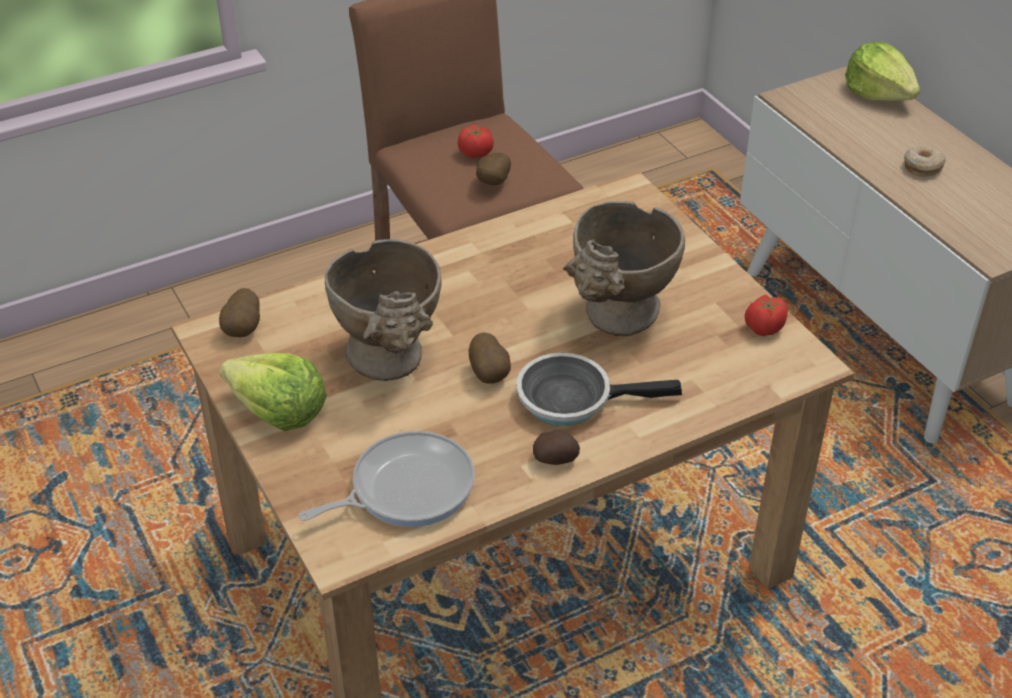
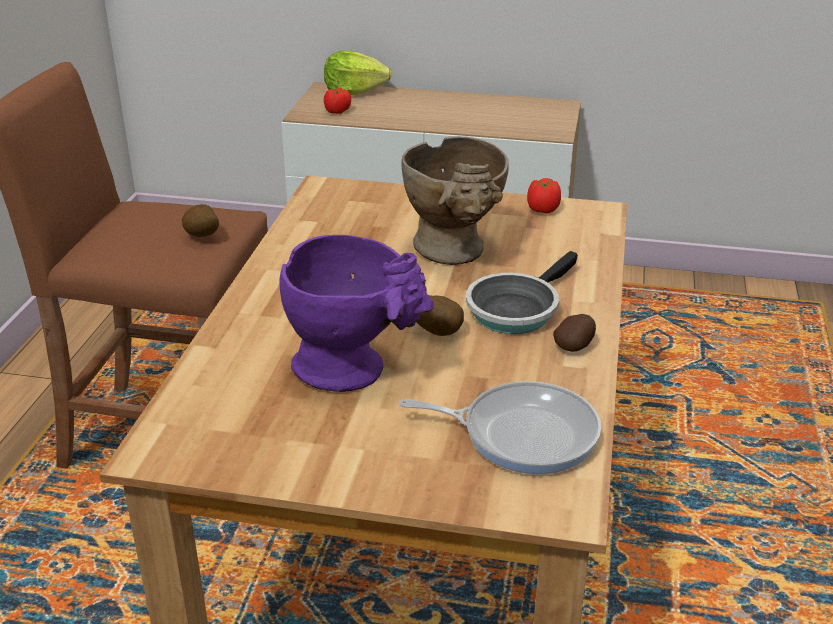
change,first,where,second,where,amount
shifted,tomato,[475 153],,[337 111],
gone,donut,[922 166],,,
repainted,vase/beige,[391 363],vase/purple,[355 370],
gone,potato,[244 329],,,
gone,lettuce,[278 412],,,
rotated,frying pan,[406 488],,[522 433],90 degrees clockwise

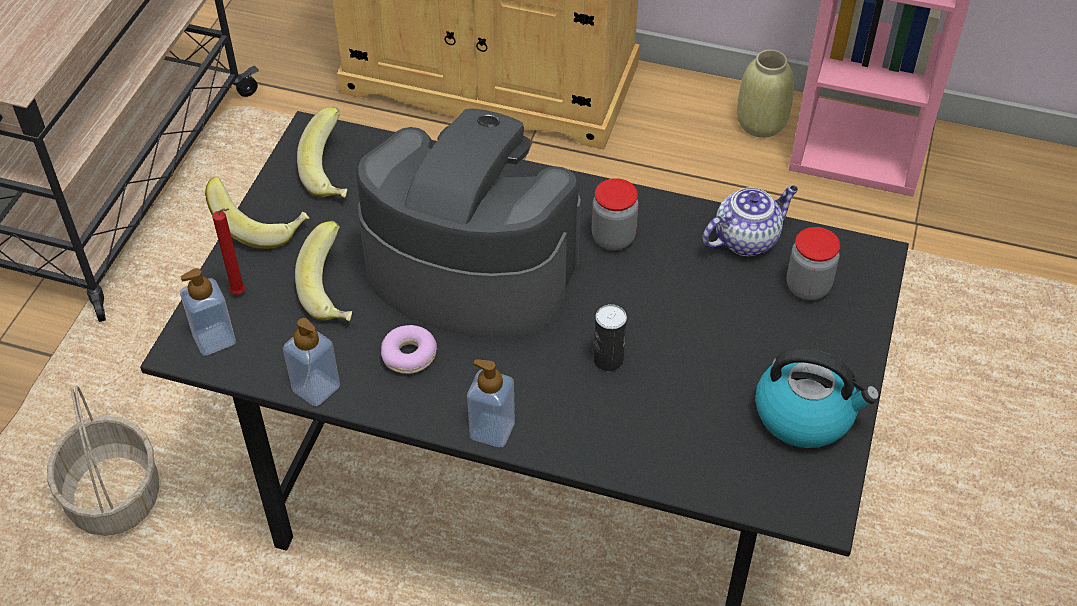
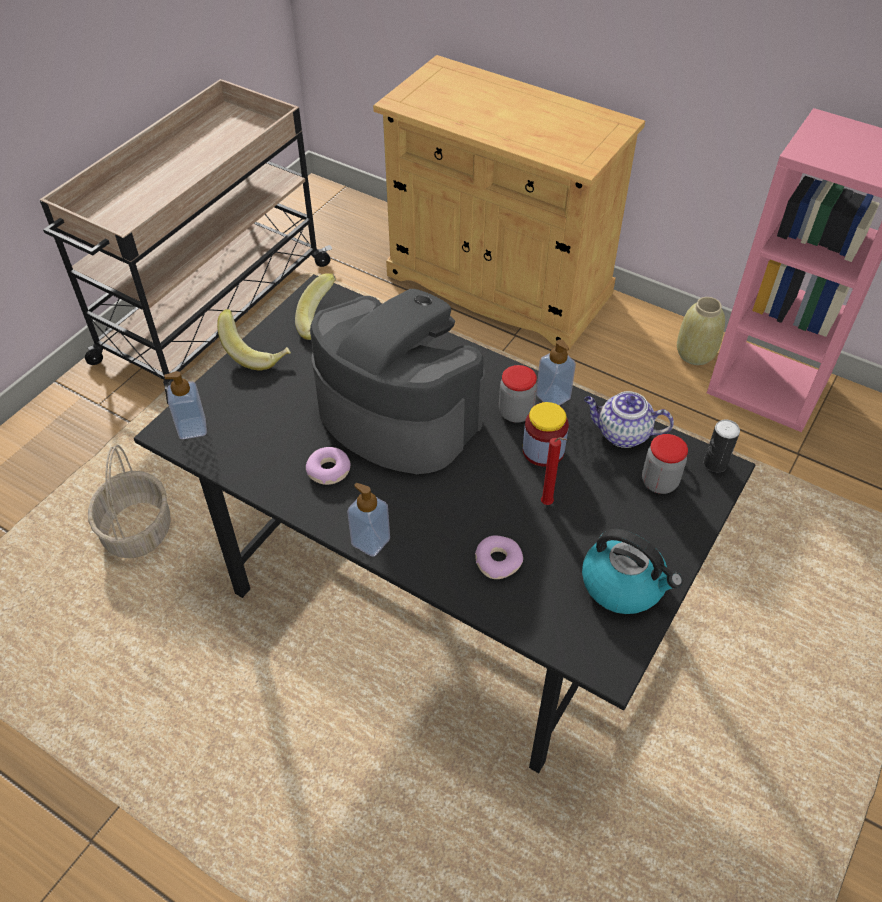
change,first,where,second,where,amount
rotated,teapot,[747 239],,[622 434],150 degrees counterclockwise
shifted,candle/red,[240 294],,[548 504],
gone,banana,[335 292],,,
shifted,can,[608 359],,[715 463],
shifted,soap dispenser,[316 388],,[553 397],
new,,,jar,[543 450],
new,,,donut,[498 561],

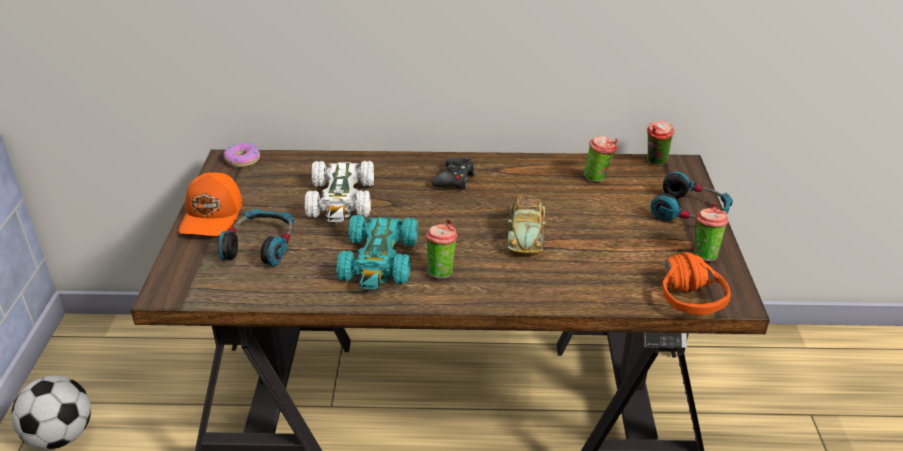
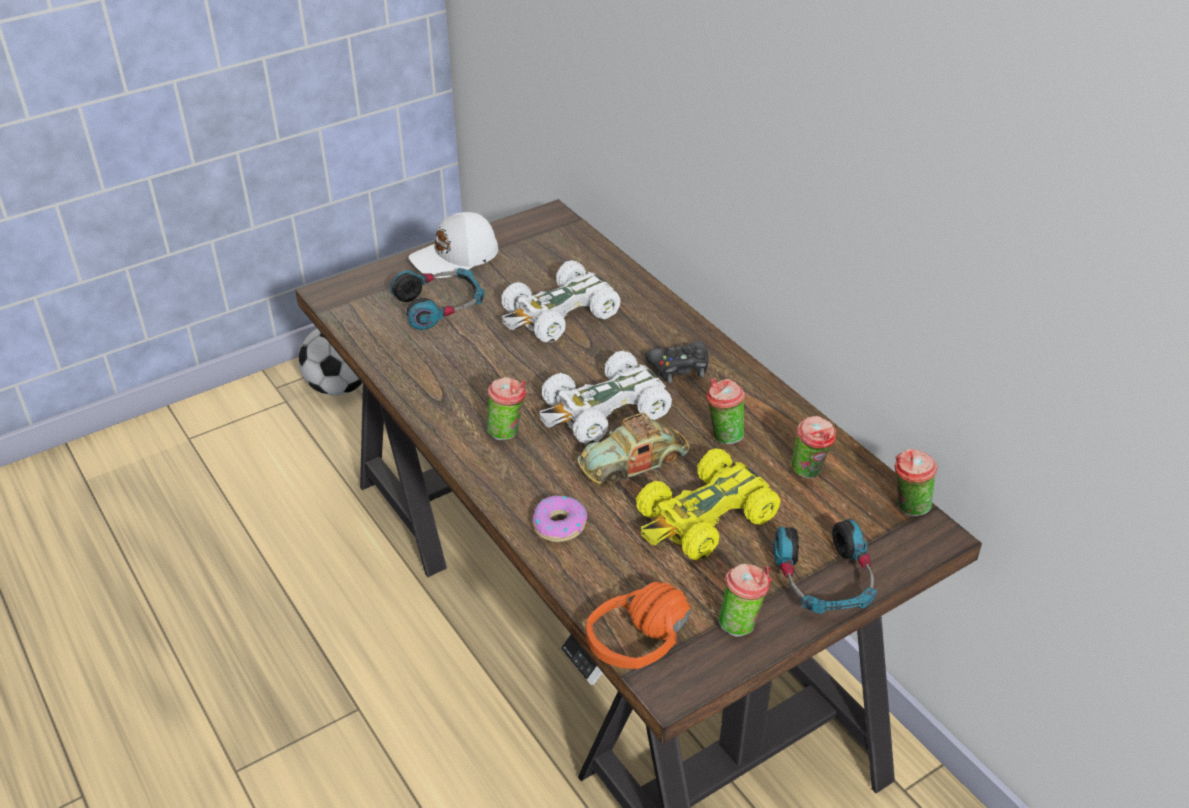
change,first,where,second,where,amount
shifted,donut,[242 160],,[559 525],
repainted,cap/orange,[213 216],cap/white,[456 258],
gone,toy car/turquoise,[379 261],,,
new,,,toy car/white,[604 411],
new,,,cup,[722 436],
new,,,toy car/yellow,[705 517],

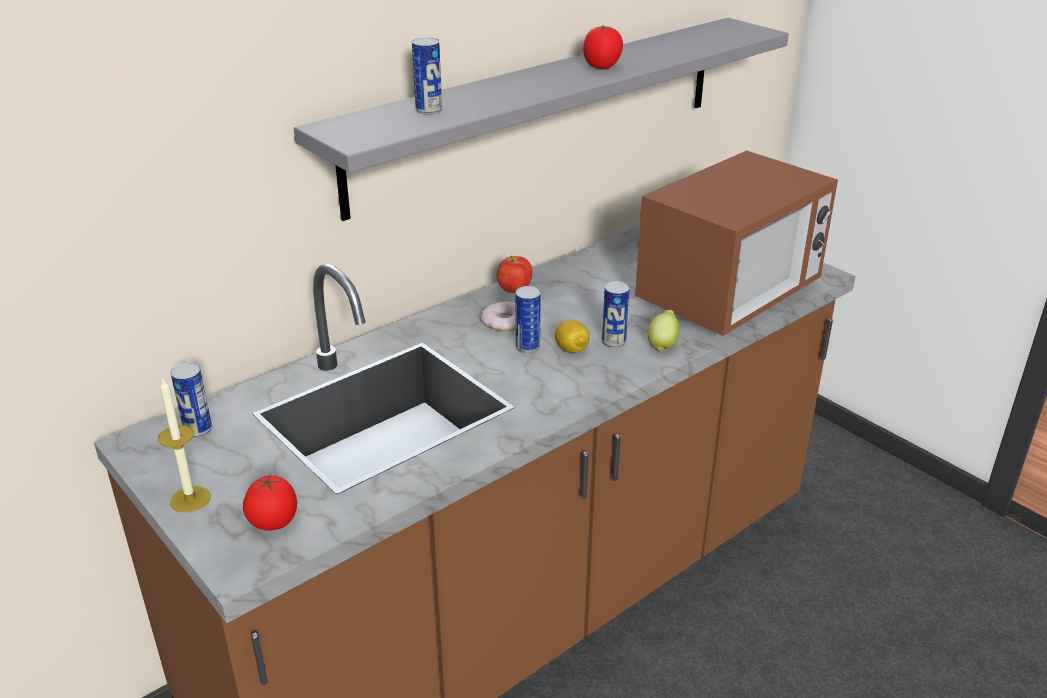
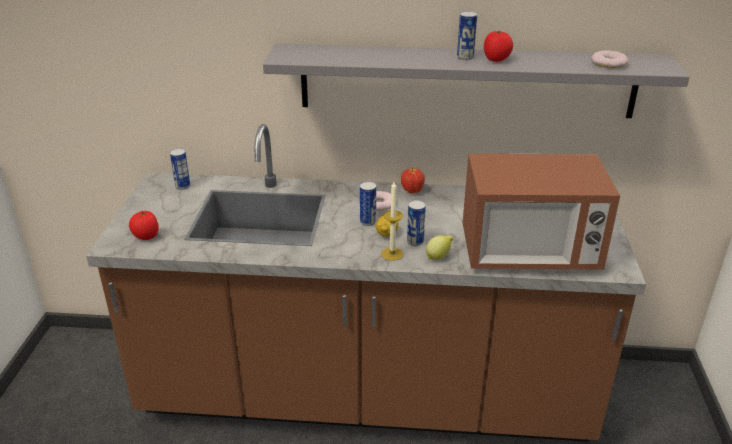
change,first,where,second,where,amount
shifted,can,[429 110],,[465 57],
shifted,candle,[190 499],,[392 254],
new,,,donut,[608 63],

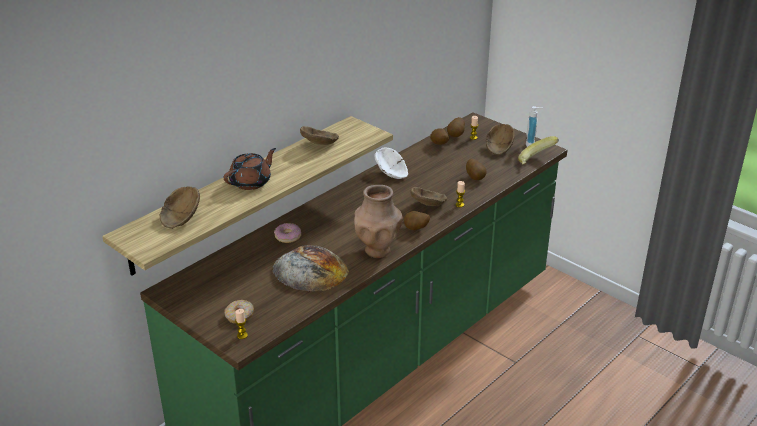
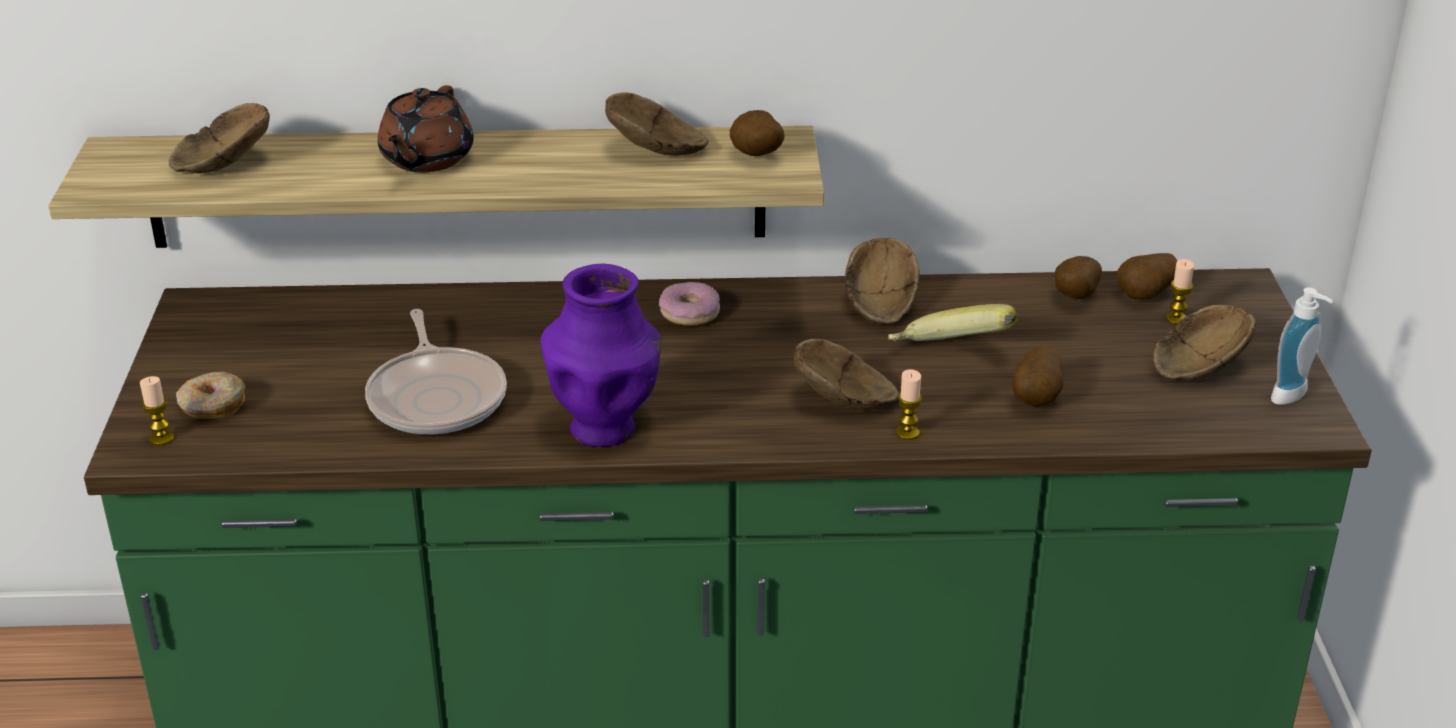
change,first,where,second,where,amount
shifted,banana,[536 162],,[949 354],
rotated,teapot/brown,[251 182],,[426 159],105 degrees clockwise
repainted,bowl/white,[391 173],bowl/brown,[879 305],
repainted,vase/brown,[377 250],vase/purple,[604 428],
shifted,potato,[416 229],,[755 156],
shifted,donut,[288 236],,[690 312],
swapped,bread,[310 270],frying pan,[437 397],

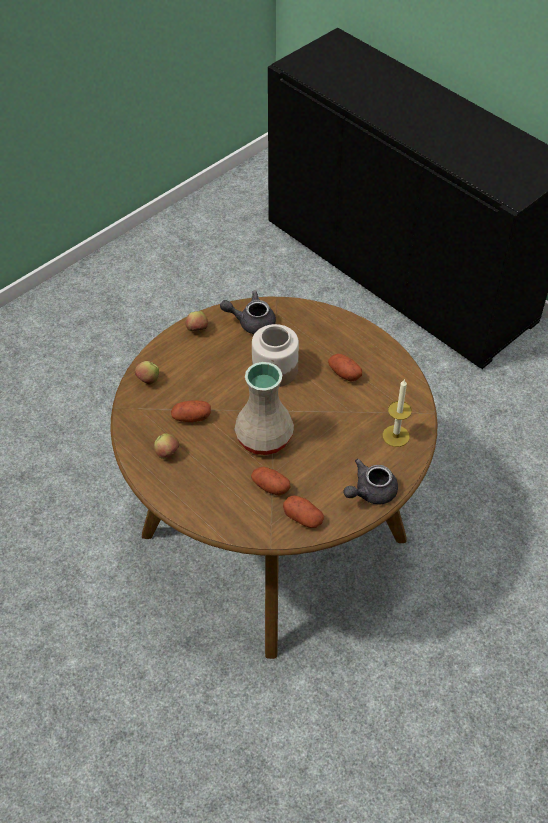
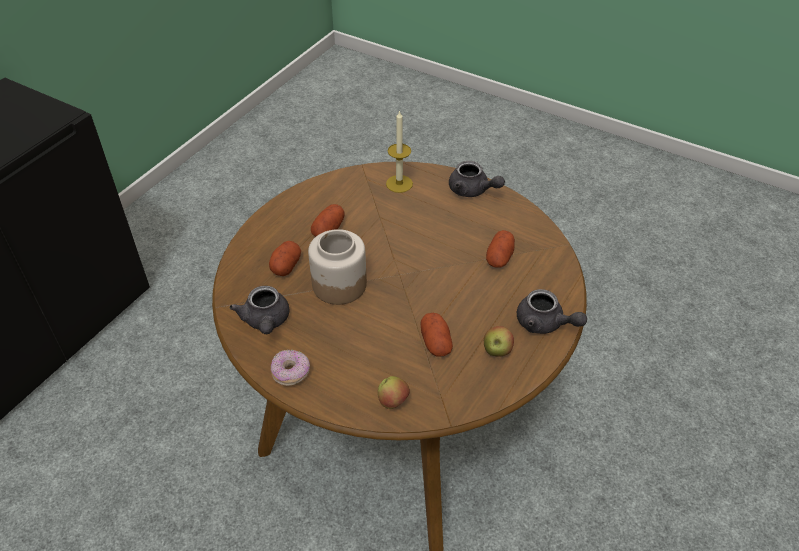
change,first,where,second,where,amount
swapped,apple,[197 330],donut,[291 373],
gone,vase/beige,[265 437],,,
shifted,potato,[303 517],,[286 265],
new,,,teapot/grey,[545 324],

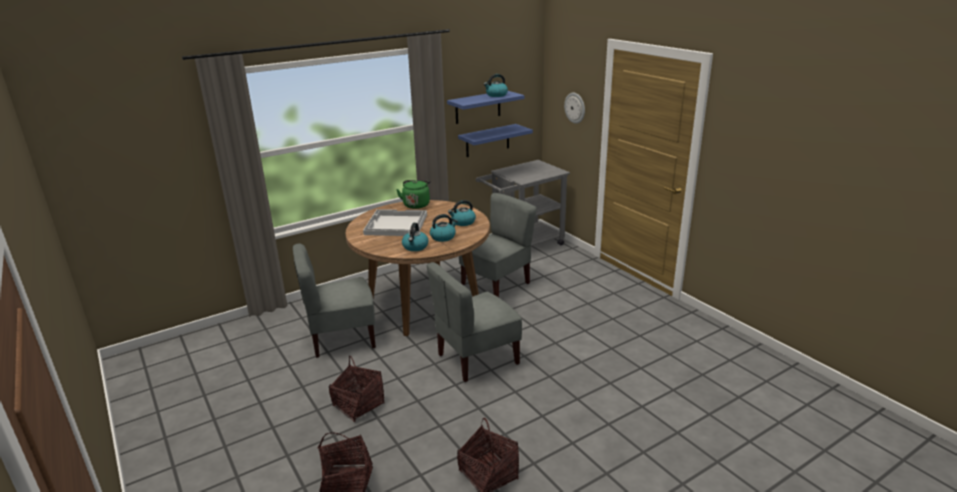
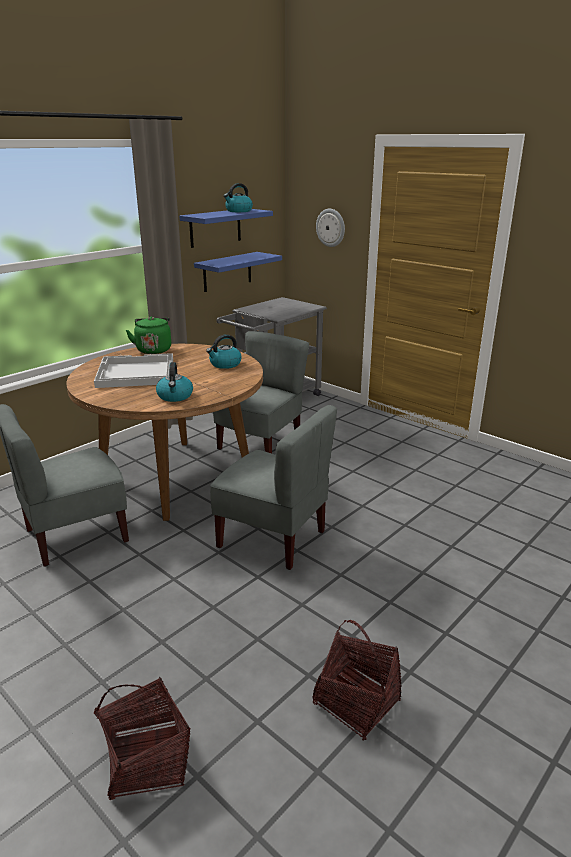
change,first,where,second,where,amount
gone,kettle,[443 237],,,
rotated,chair/grey,[477 359],,[273 538],105 degrees counterclockwise
gone,basket,[358 405],,,

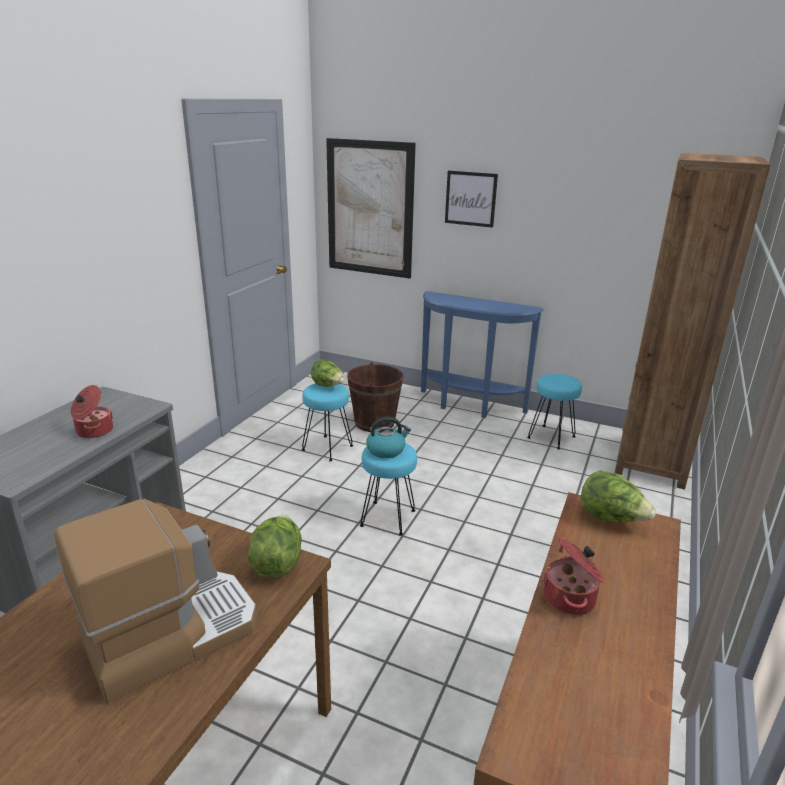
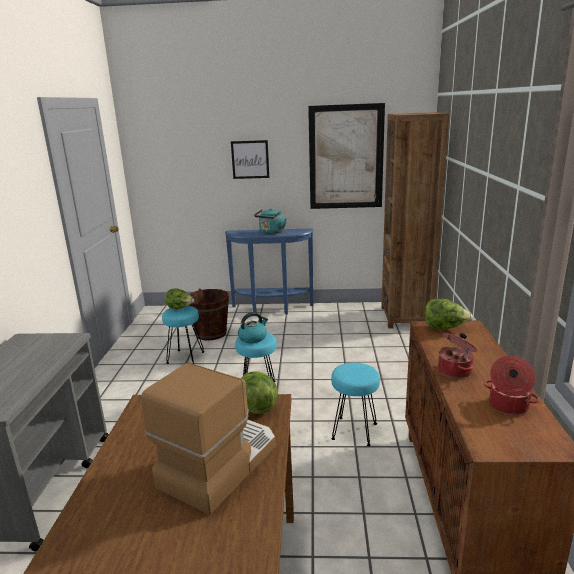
change,first,where,second,where,amount
shifted,picture,[369 209],,[346 157],
shifted,stool/turquoise,[551 437],,[354 431],
shifted,cooking pot,[93 431],,[508 406],
new,,,kettle/turquoise,[271 233],

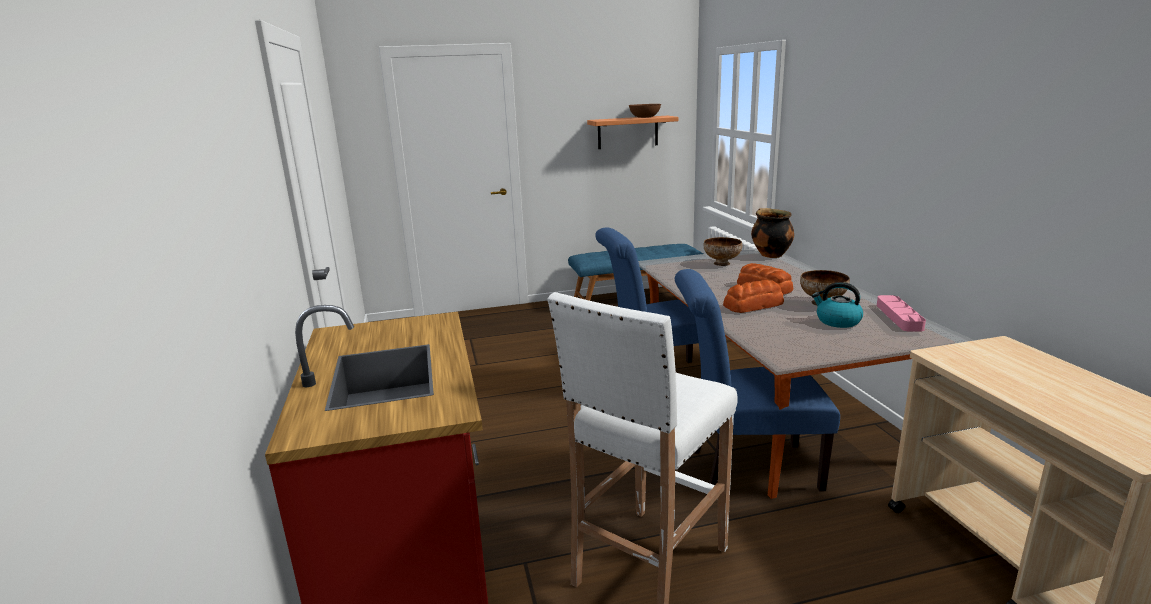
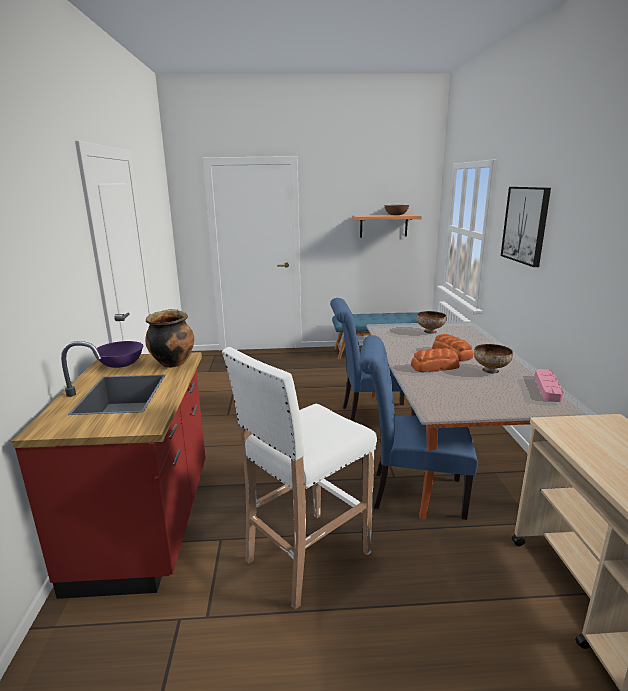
change,first,where,second,where,amount
shifted,cooking pot,[770 255],,[172 362],
gone,kettle,[837 321],,,
new,,,picture,[525 225],
new,,,bowl/purple,[121 364],

